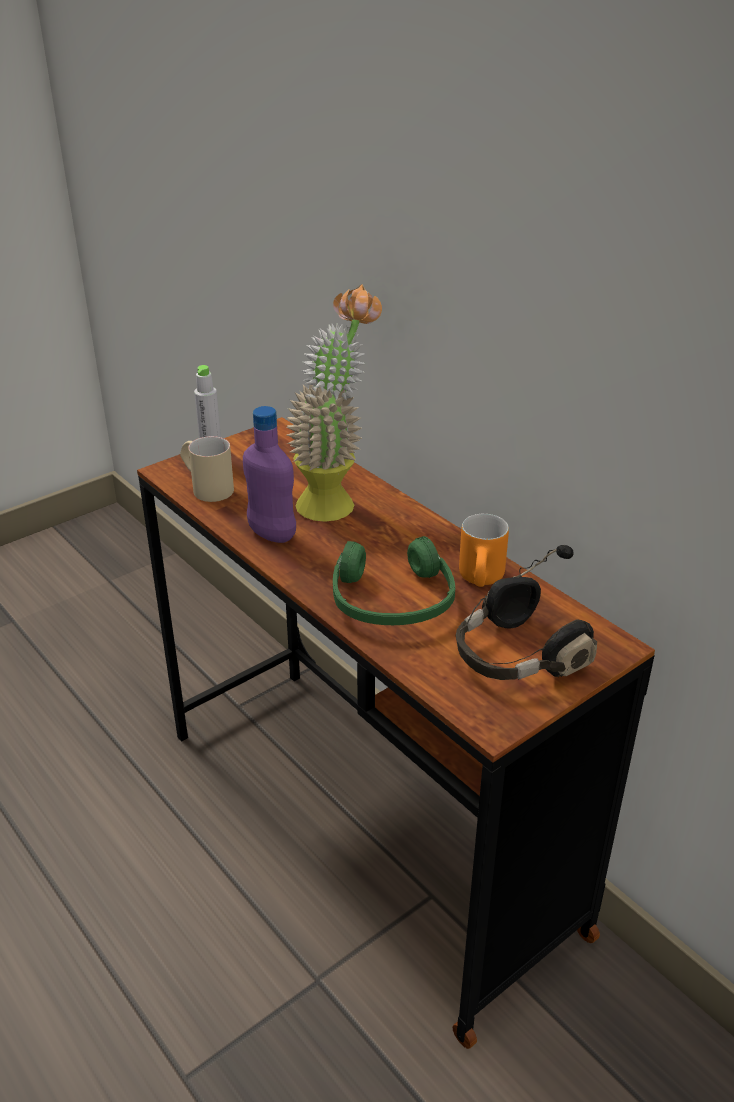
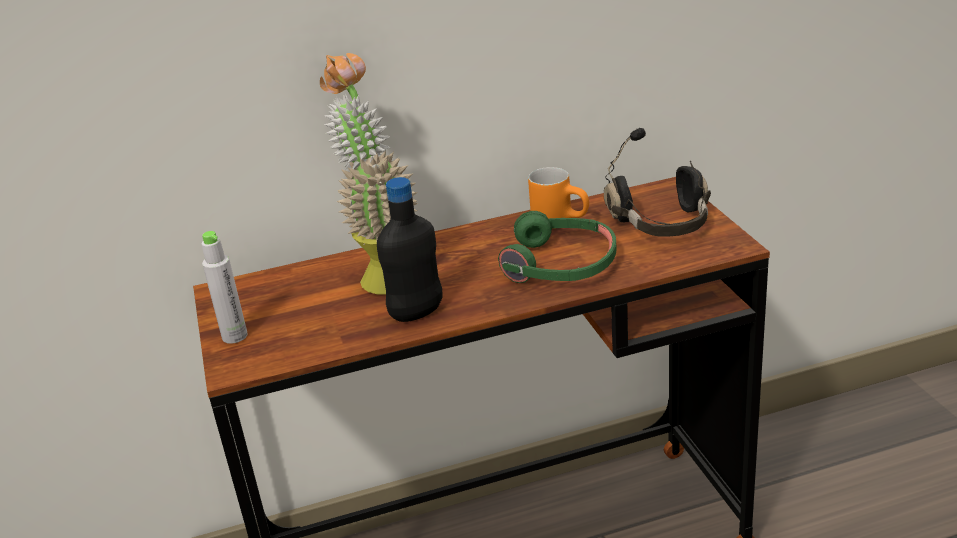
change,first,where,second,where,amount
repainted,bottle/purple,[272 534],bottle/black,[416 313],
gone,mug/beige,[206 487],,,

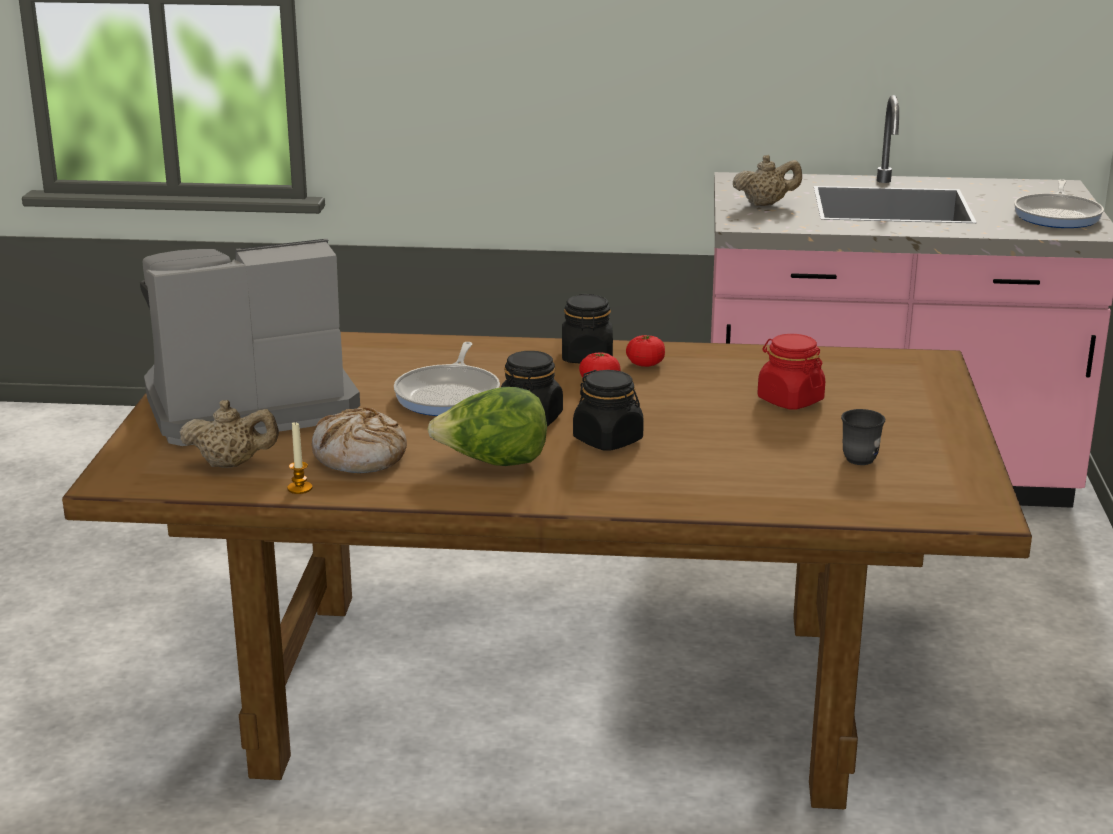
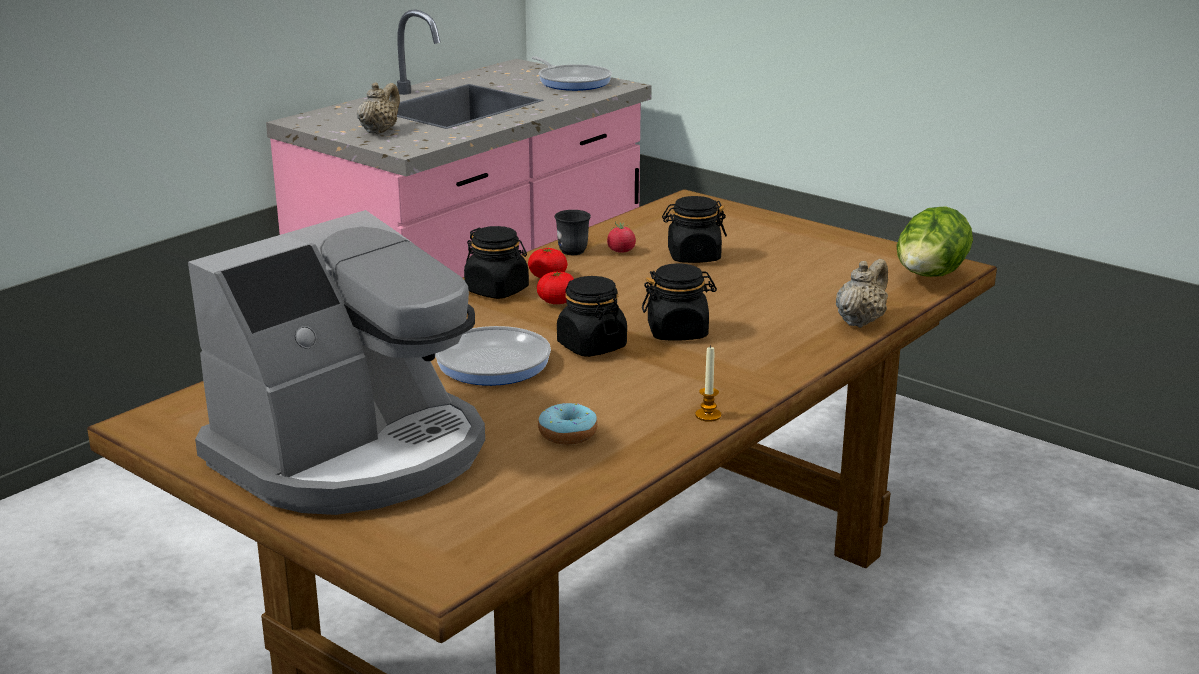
change,first,where,second,where,amount
rotated,coffee machine,[246 404],,[353 454],150 degrees counterclockwise
repainted,jar/red,[790 400],jar/black,[693 257],
shifted,lettuce,[493 463],,[929 278],
shifted,teapot/beige,[232 464],,[860 321],
swapped,bread,[360 456],donut,[567 434],
shifted,mug/grey,[863 456],,[570 249],
shifted,candle,[299 488],,[708 415],
new,,,tomato,[621 251],

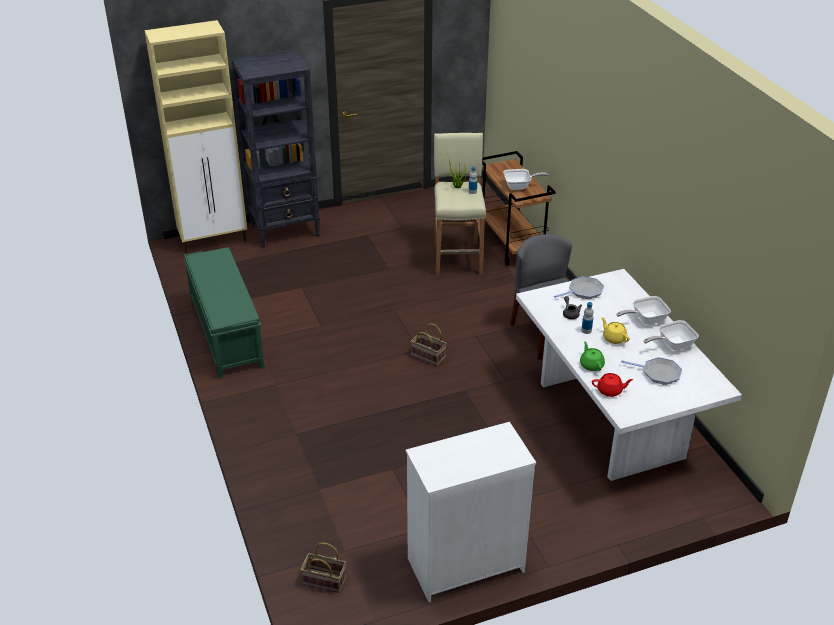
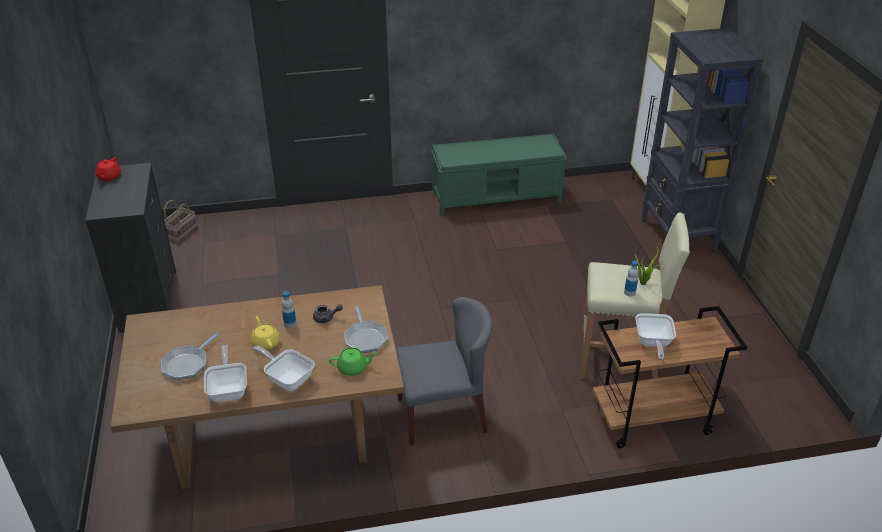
change,first,where,second,where,amount
repainted,dining table/white,[609 419],dining table/brown,[274 436],
rotated,frying pan,[645 319],,[287 378],45 degrees counterclockwise
rotated,teapot/yellow,[614 338],,[266 343],90 degrees counterclockwise
gone,basket,[427 356],,,
shifted,teapot/green,[591 365],,[353 368],
shifted,teapot/red,[610 391],,[109 177],
repainted,dresser/white,[465 564],dresser/black,[149 301],

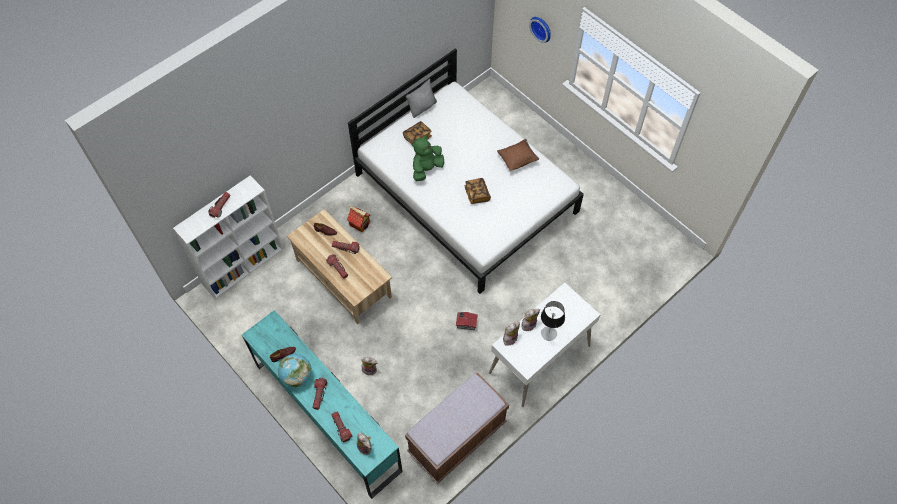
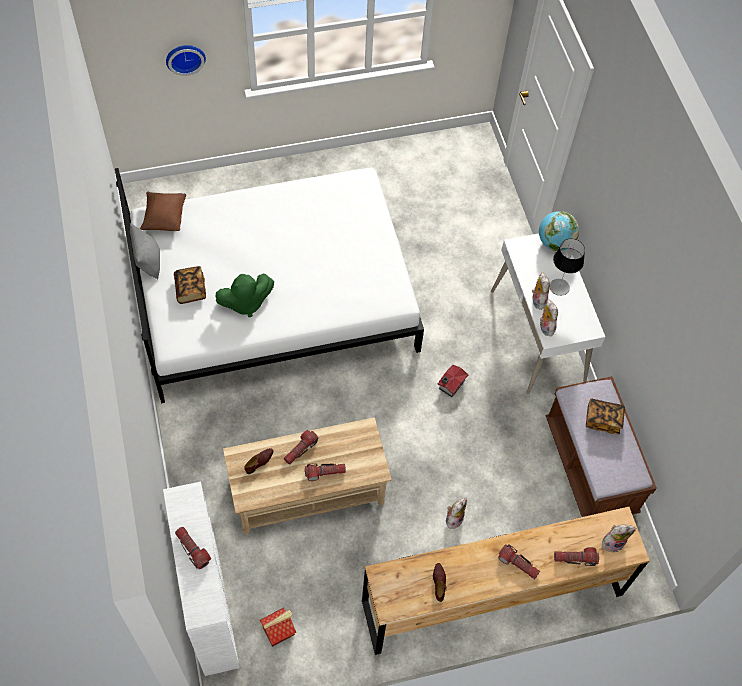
change,first,where,second,where,amount
rotated,plush toy/green,[426 169],,[245 303],90 degrees counterclockwise
shifted,pillow/brown,[517 160],,[165 218],
shifted,book,[477 194],,[603 420],
shifted,toy house,[360 224],,[279 630],
repainted,dresser/turquoise,[327 417],dresser/brown,[492 597],
shifted,globe,[297 376],,[554 242],

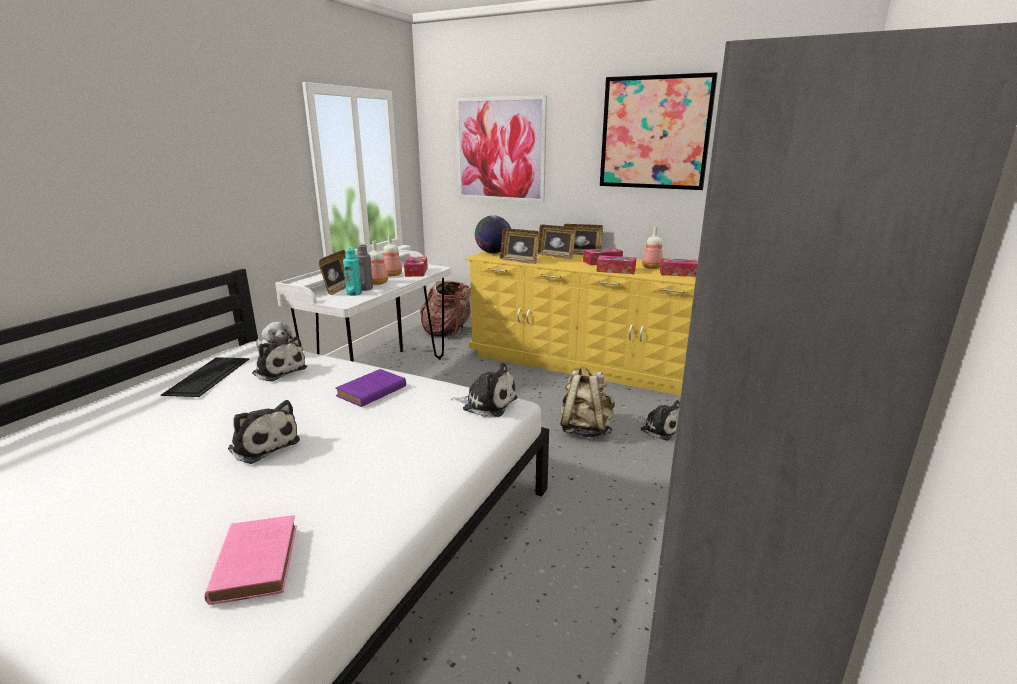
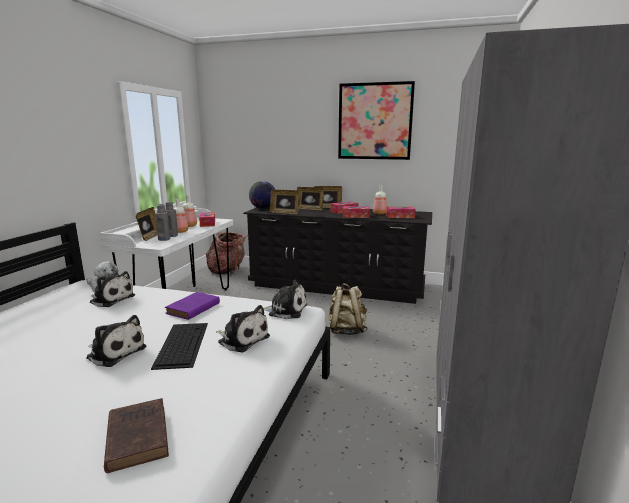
change,first,where,second,where,amount
gone,picture,[500 150],,,
repainted,bottle/turquoise,[354 293],bottle/grey,[164 239],
repainted,dresser/yellow,[587 363],dresser/black,[336 285],
shifted,keyboard,[208 375],,[182 343],
shifted,plush toy,[660 428],,[242 339],
repainted,book/pink,[256 560],book/brown,[137 436],

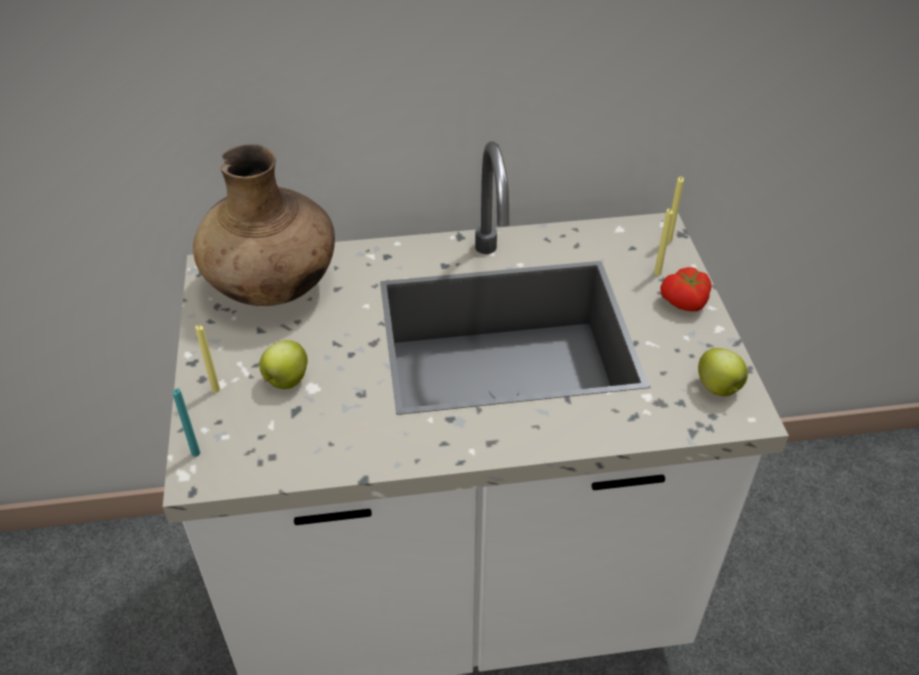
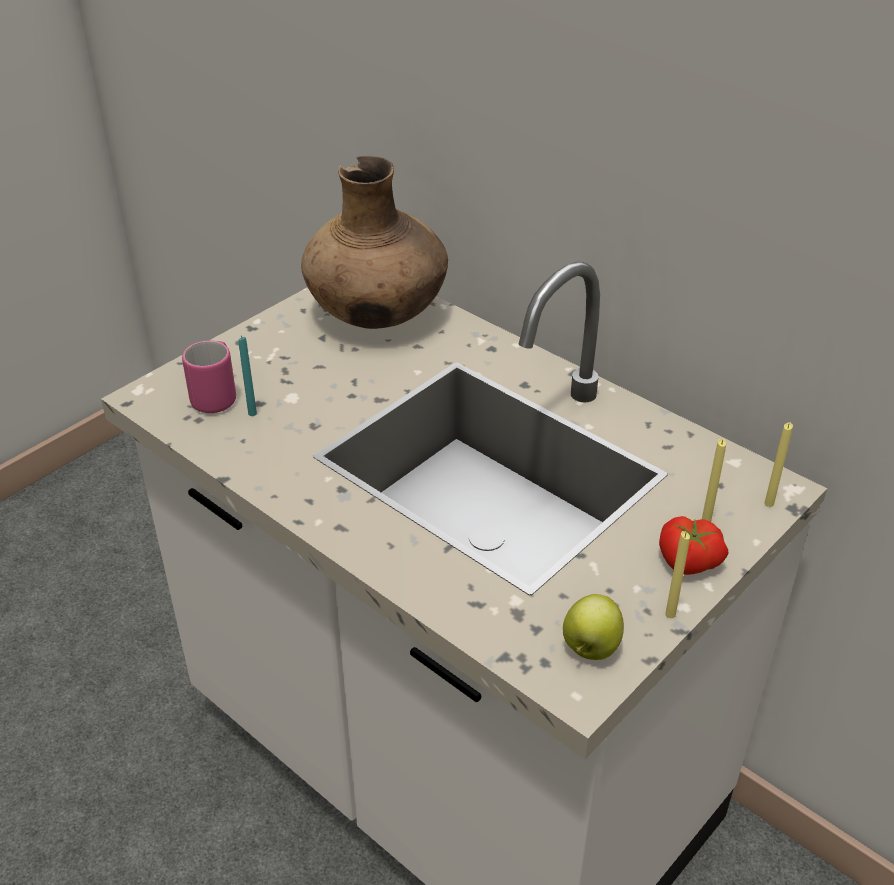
change,first,where,second,where,amount
shifted,candle/yellow,[216 389],,[670 614],
gone,apple,[286 381],,,
shifted,candle/turquoise,[196 453],,[252 413],
new,,,mug/pink,[217 396],

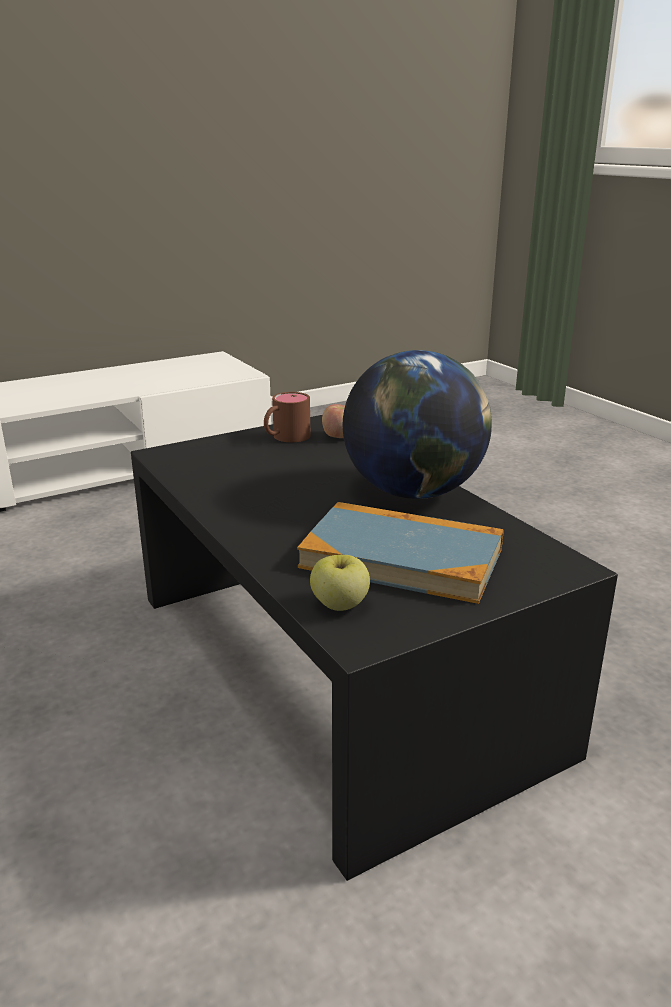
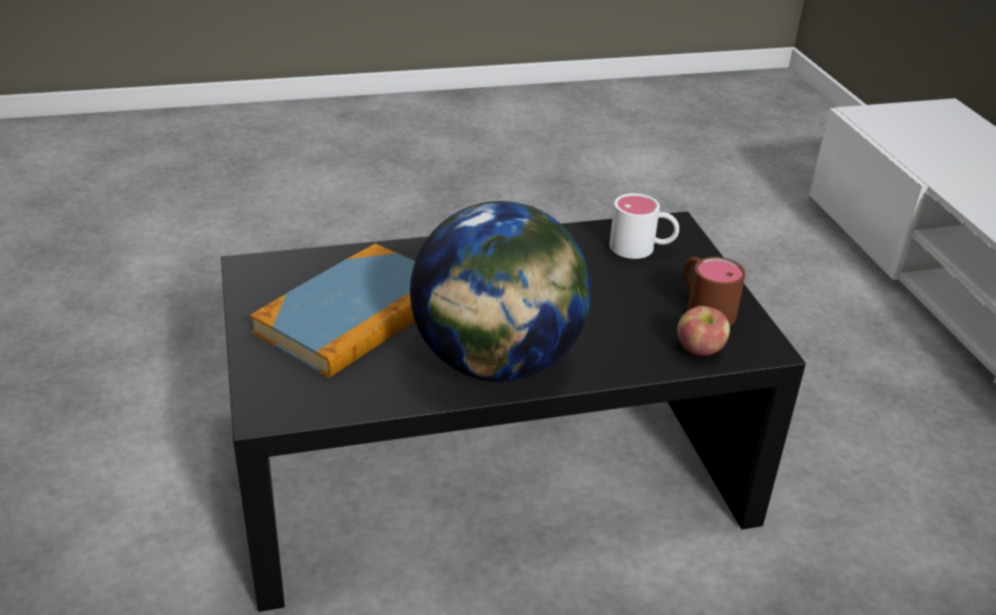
change,first,where,second,where,amount
gone,apple,[340 605],,,
new,,,mug/white,[642 248],

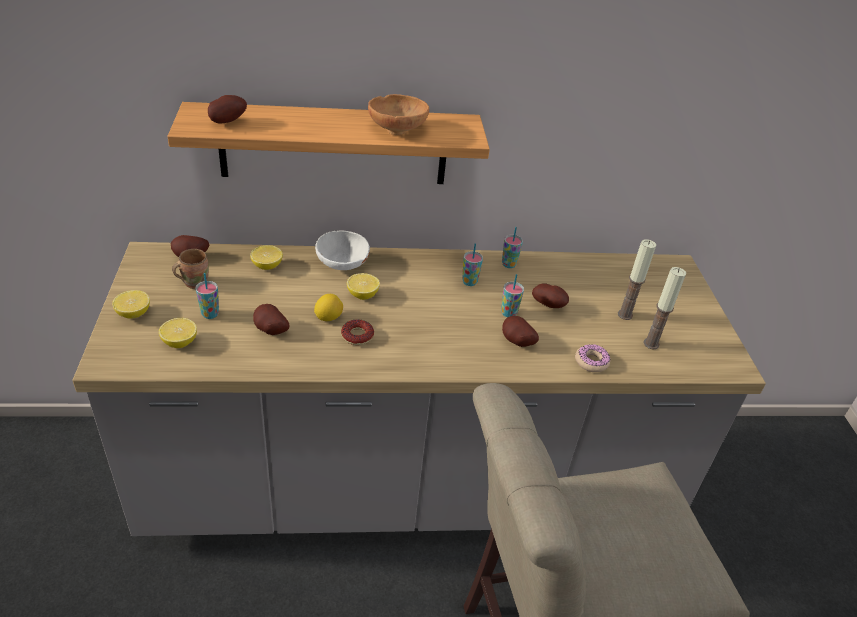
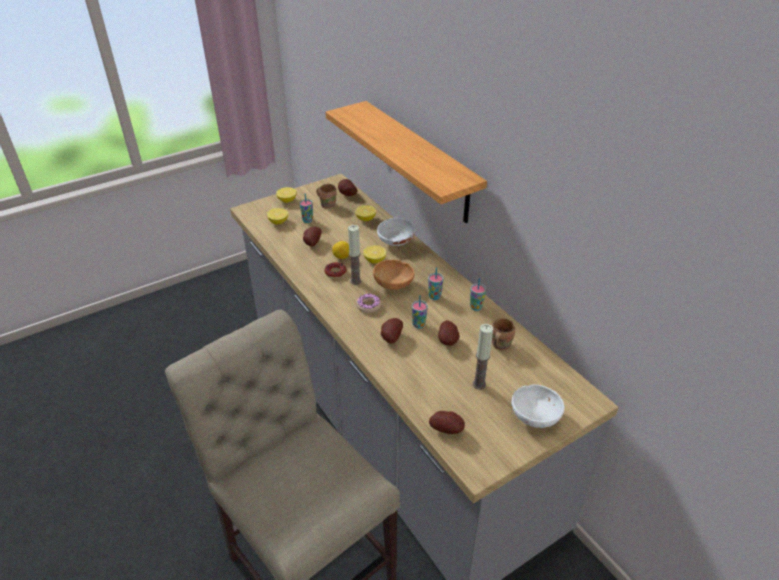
change,first,where,second,where,amount
shifted,bowl/brown,[398 129],,[394 285],
shifted,potato,[227 121],,[447 429],
shifted,candle,[651 344],,[355 281],
shifted,donut,[591 362],,[368 306],
new,,,mug/brown,[499 345],
new,,,bowl/white,[535 416],

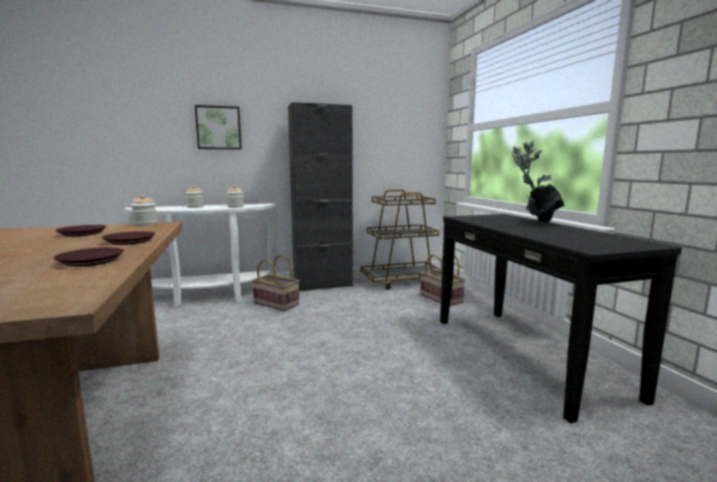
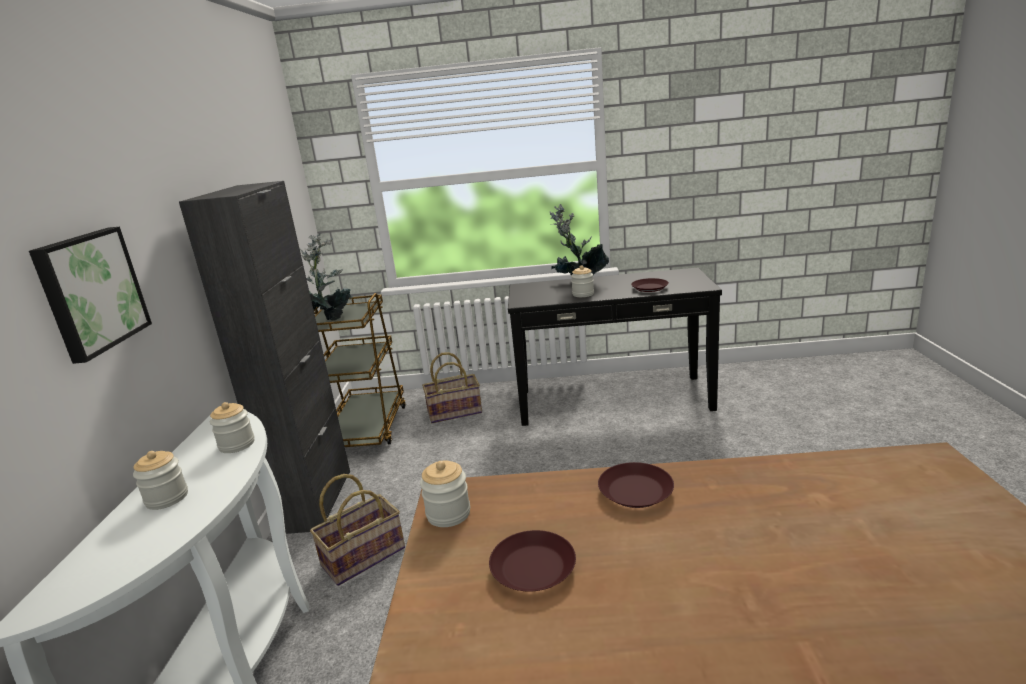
change,first,where,second,where,amount
shifted,plate/brown,[90 261],,[649 288],
new,,,potted plant,[329 318],
new,,,jar,[583 294],

